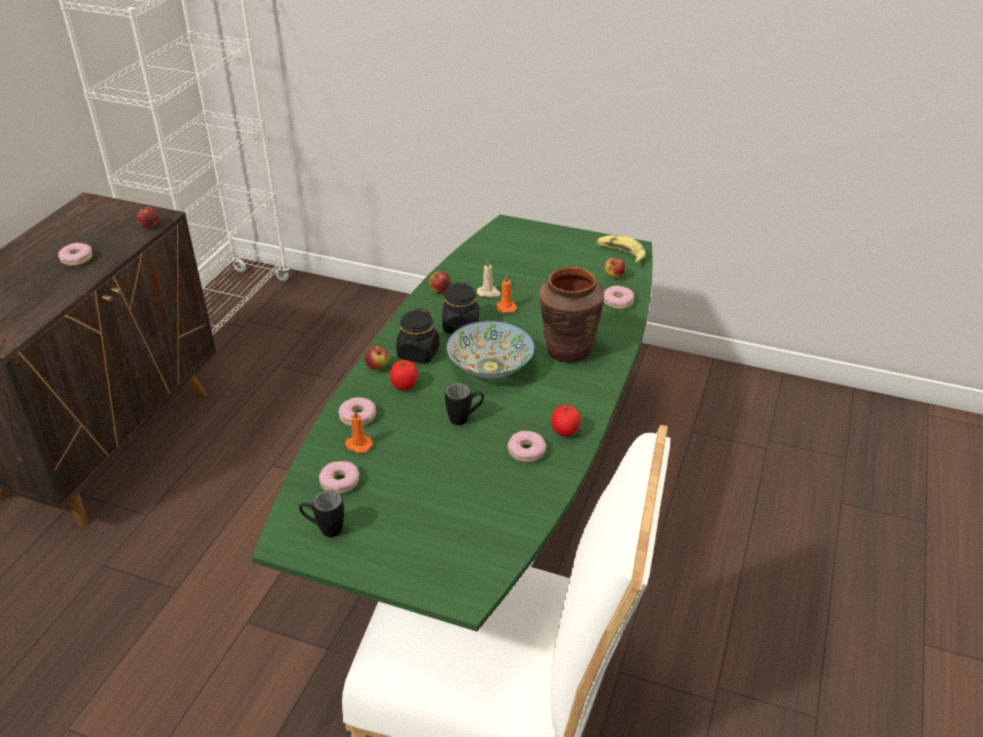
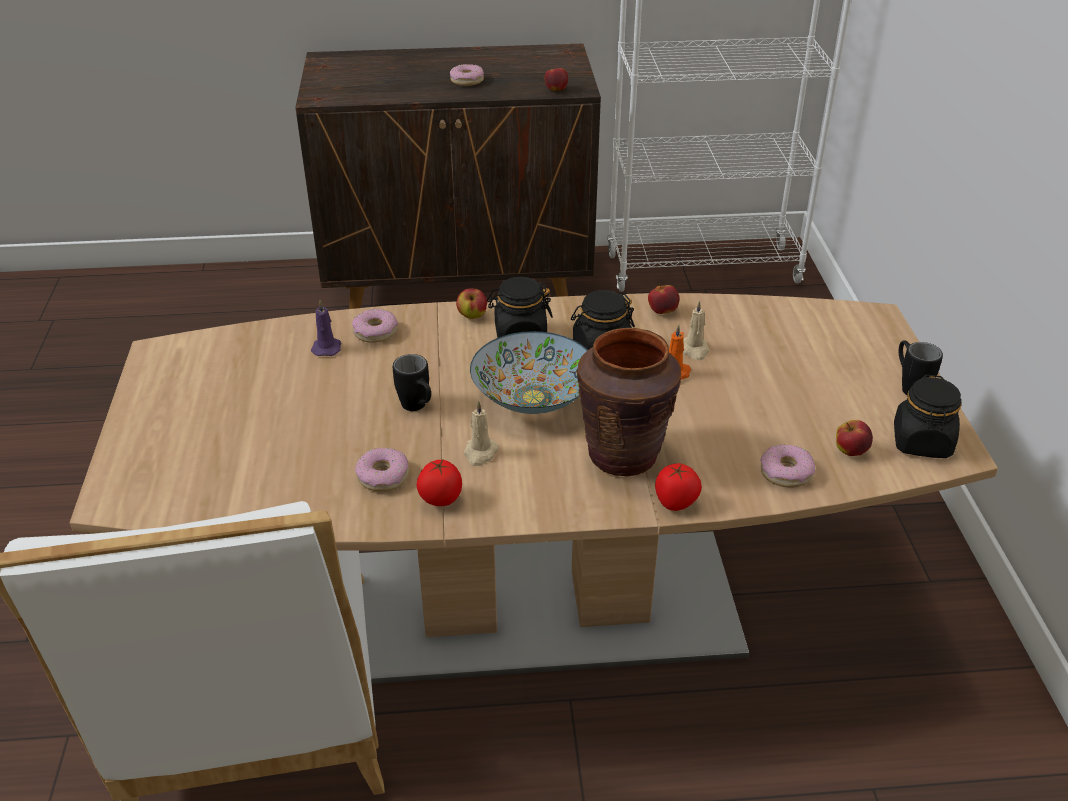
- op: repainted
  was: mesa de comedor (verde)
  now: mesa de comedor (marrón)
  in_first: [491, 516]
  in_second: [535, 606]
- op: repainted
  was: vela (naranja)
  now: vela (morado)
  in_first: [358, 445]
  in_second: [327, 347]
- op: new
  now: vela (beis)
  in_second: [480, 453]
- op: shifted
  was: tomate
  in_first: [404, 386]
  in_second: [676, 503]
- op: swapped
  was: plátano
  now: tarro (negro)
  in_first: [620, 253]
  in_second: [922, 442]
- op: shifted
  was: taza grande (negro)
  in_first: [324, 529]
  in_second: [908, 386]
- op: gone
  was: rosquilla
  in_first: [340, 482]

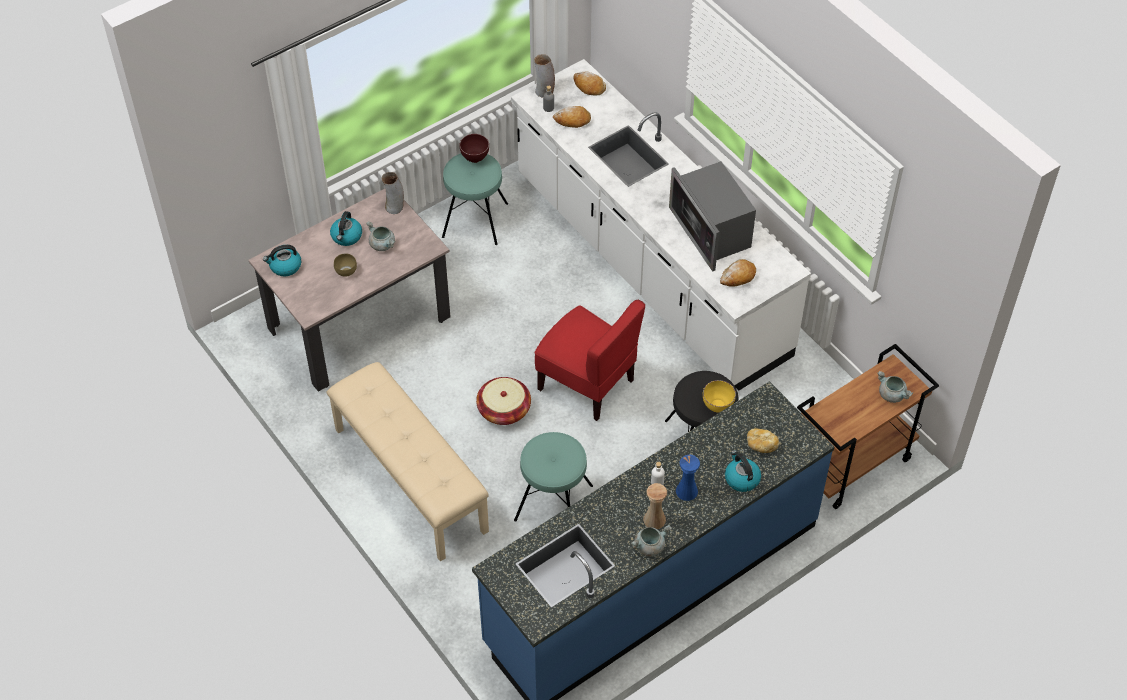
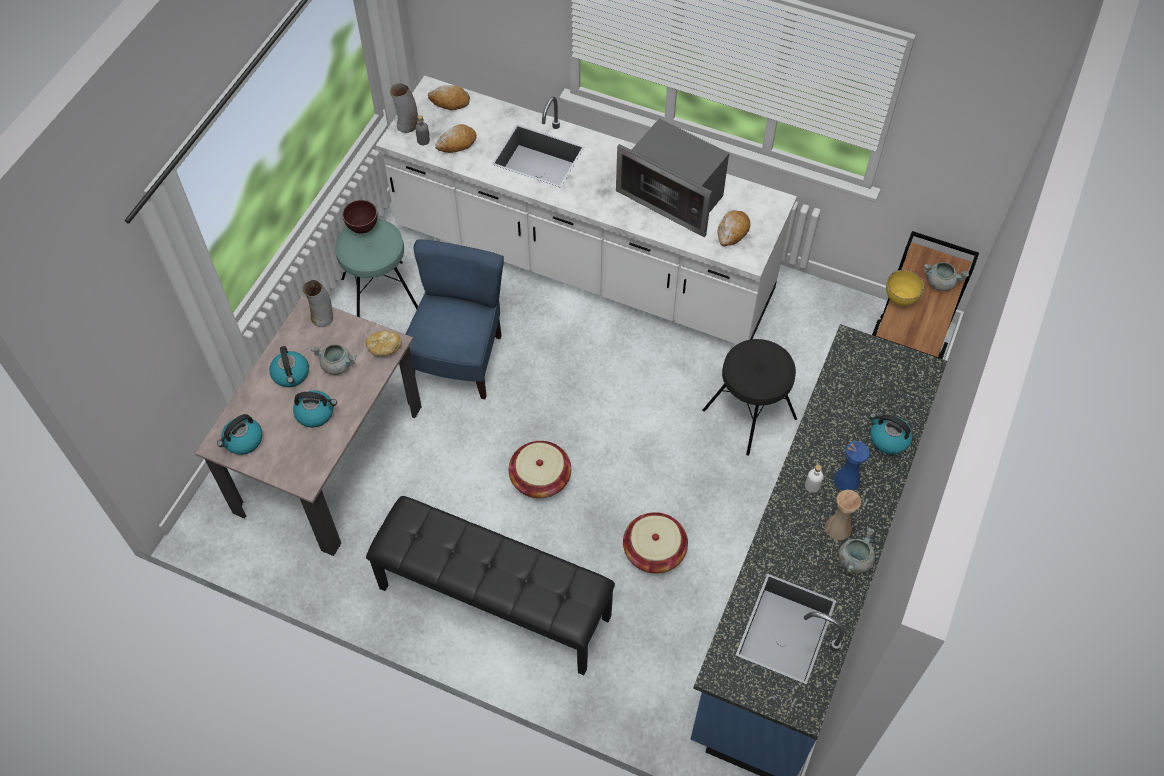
- op: swapped
  was: cuenco (marrón)
  now: hervidor
  in_first: [346, 271]
  in_second: [316, 413]
- op: shifted
  was: pan
  in_first: [761, 445]
  in_second: [384, 348]
- op: repainted
  was: banco (beis)
  now: banco (negro)
  in_first: [409, 480]
  in_second: [493, 603]
- op: new
  now: silla (azul)
  in_second: [458, 360]
- op: swapped
  was: taburete (turquesa)
  now: cesta
  in_first: [553, 503]
  in_second: [654, 551]
- op: shifted
  was: cuenco (amarillo)
  in_first: [718, 407]
  in_second: [900, 300]
- op: gone
  was: silla (rojo)
  in_first: [587, 384]

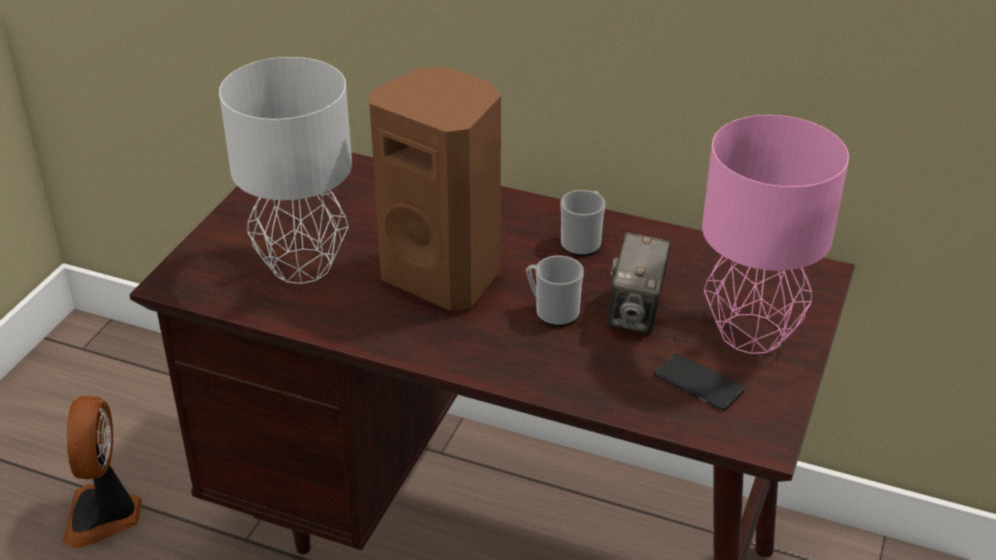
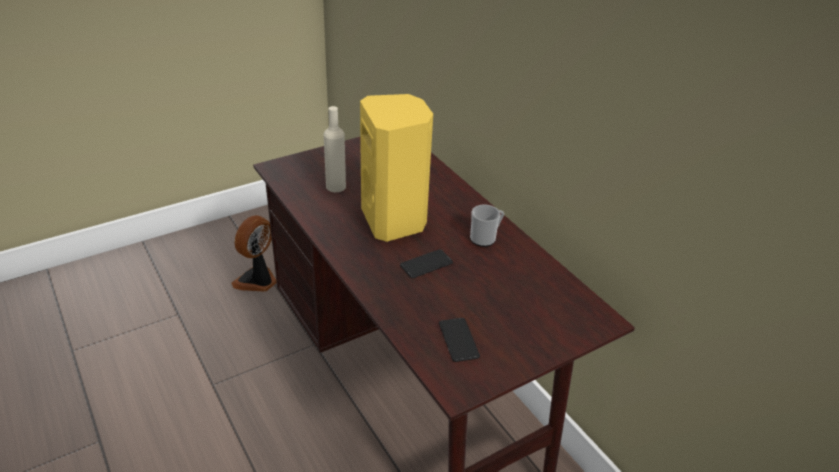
- op: swapped
  was: lámpara de mesa (gris)
  now: botella (beis)
  in_first: [302, 267]
  in_second: [336, 186]
- op: repainted
  was: altavoz (marrón)
  now: altavoz (amarillo)
  in_first: [444, 275]
  in_second: [395, 221]
- op: swapped
  was: taza grande
  now: móvil
  in_first: [552, 312]
  in_second: [426, 264]
- op: gone
  was: cámara
  in_first: [635, 313]
- op: gone
  was: lámpara de mesa (rosa)
  in_first: [753, 333]

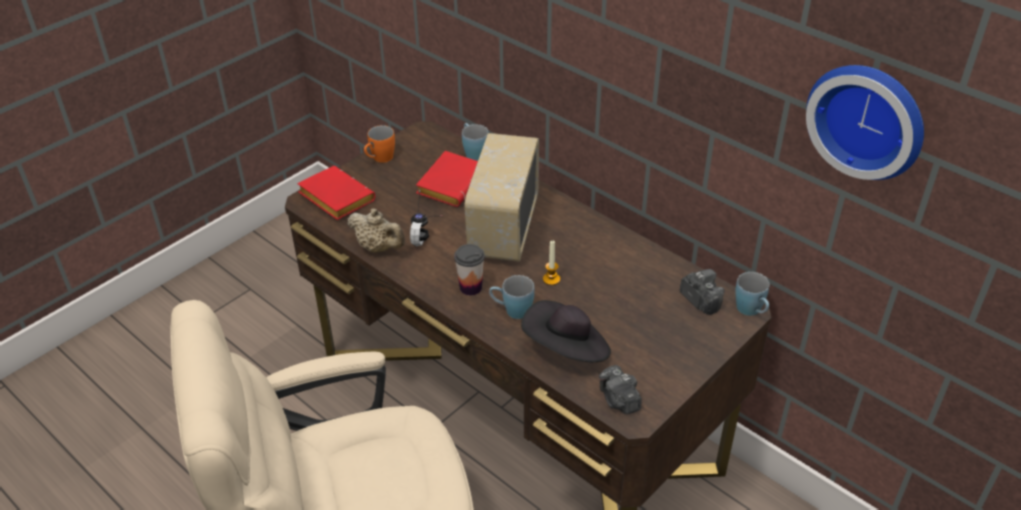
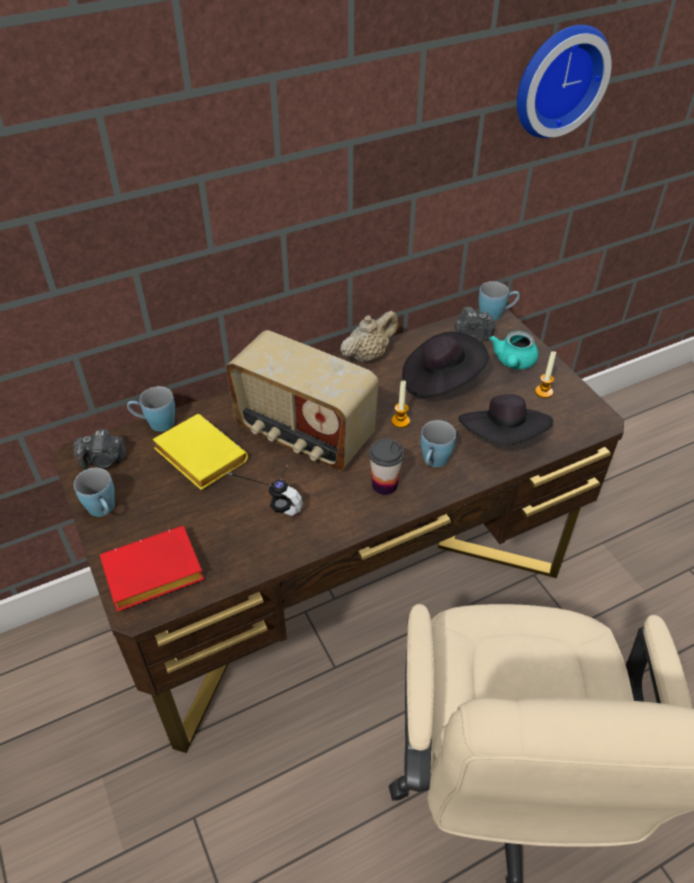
- op: shifted
  was: cámara
  in_first: [618, 400]
  in_second: [103, 460]
- op: repainted
  was: taza grande (naranja)
  now: taza grande (azul)
  in_first: [379, 159]
  in_second: [104, 511]
- op: repainted
  was: libro (rojo)
  now: libro (amarillo)
  in_first: [450, 183]
  in_second: [197, 456]
- op: shifted
  was: tetera (beis)
  in_first: [379, 247]
  in_second: [368, 355]
- op: new
  now: sombrero (negro)
  in_second: [440, 380]
- op: new
  now: tetera (turquesa)
  in_second: [513, 362]
- op: new
  now: vela
  in_second: [543, 392]

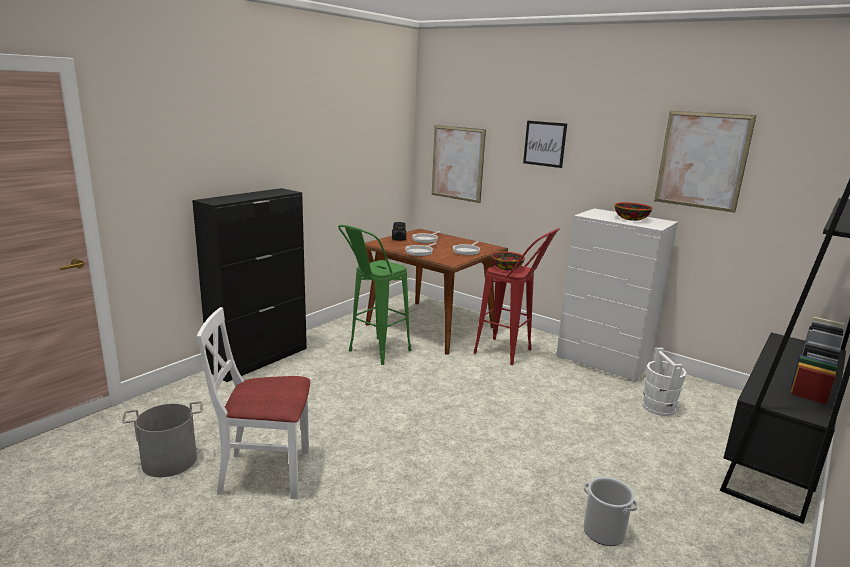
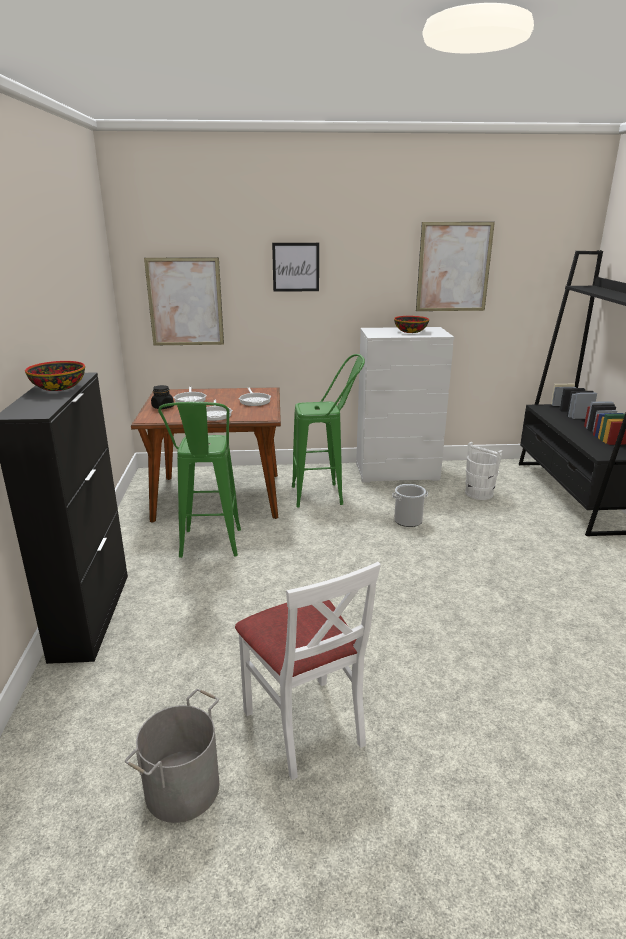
- op: shifted
  was: cuenco
  in_first: [506, 268]
  in_second: [58, 387]
- op: rotated
  was: silla (blanco)
  in_first: [265, 473]
  in_second: [305, 725]
  clockwise: -75
- op: repainted
  was: taburete (rojo)
  now: taburete (verde)
  in_first: [511, 354]
  in_second: [326, 495]
- op: shifted
  was: cubo
  in_first: [604, 531]
  in_second: [408, 520]

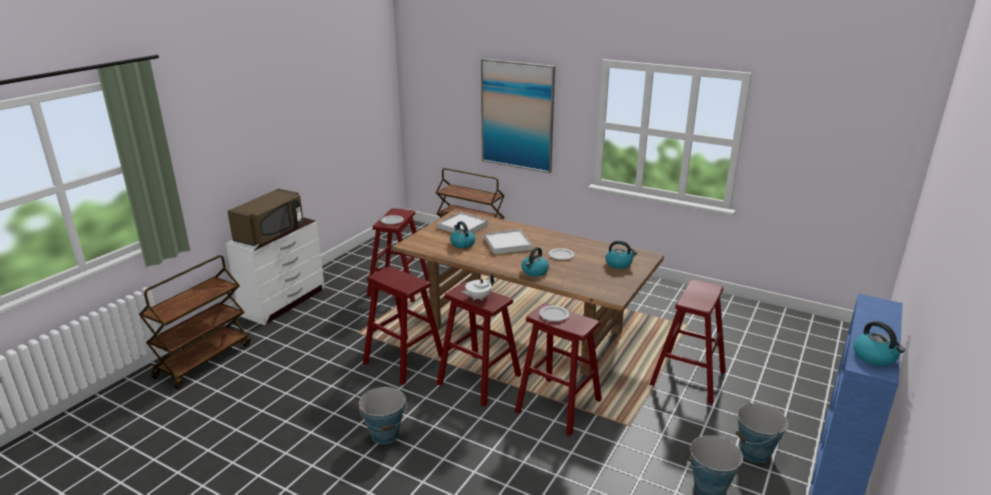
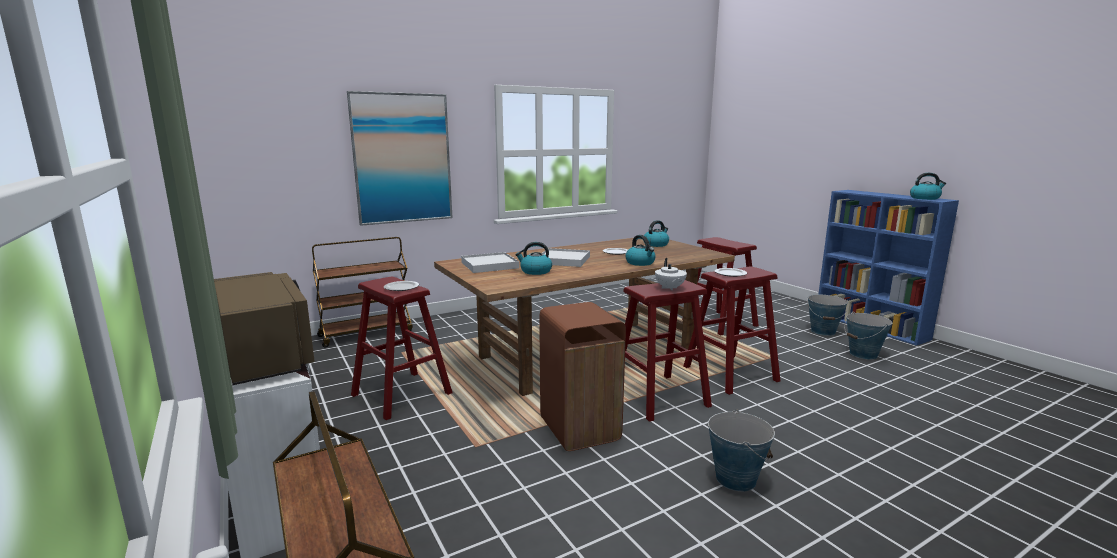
- op: swapped
  was: taburete (rojo)
  now: papelera (marrón)
  in_first: [404, 360]
  in_second: [579, 429]

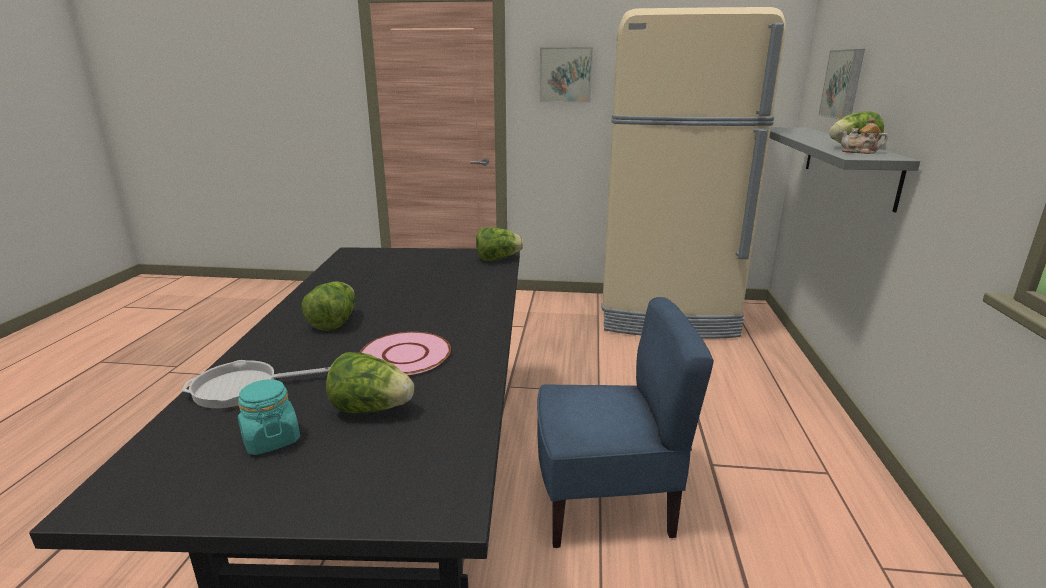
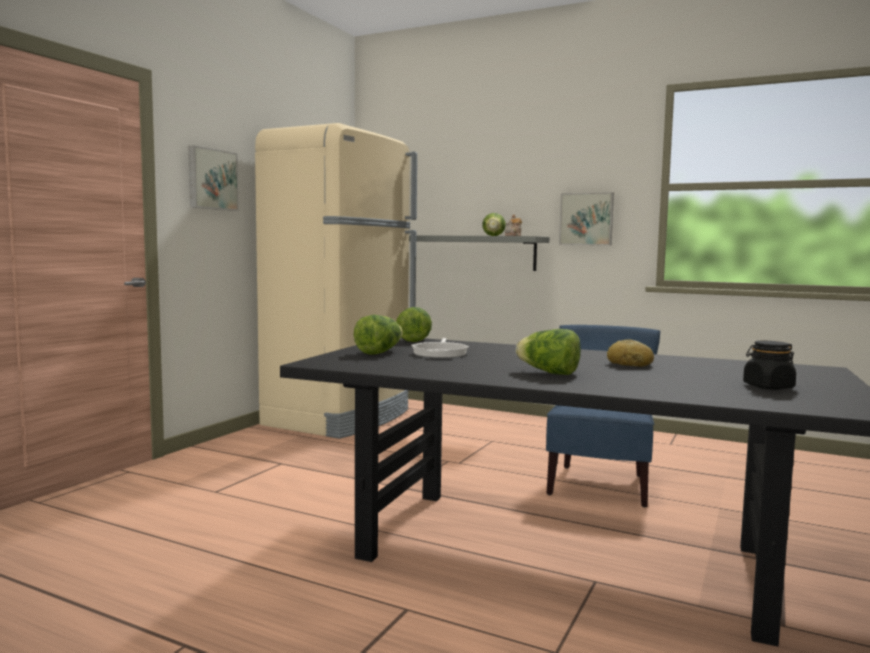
- op: shifted
  was: lechuga
  in_first: [371, 409]
  in_second: [379, 352]
- op: shifted
  was: sartén
  in_first: [242, 388]
  in_second: [440, 353]
- op: shifted
  was: cuadro
  in_first: [844, 84]
  in_second: [586, 219]
- op: swapped
  was: plato (rosa)
  now: pan
  in_first: [406, 355]
  in_second: [630, 364]
- op: repainted
  was: tarro (turquesa)
  now: tarro (negro)
  in_first: [271, 439]
  in_second: [768, 387]

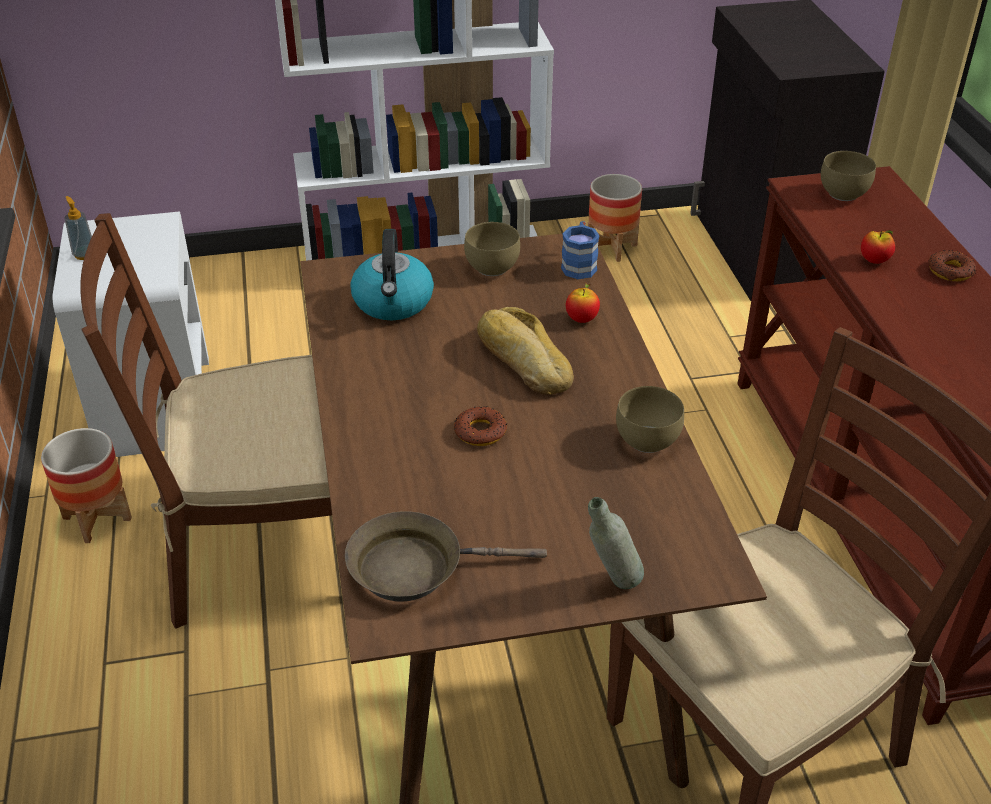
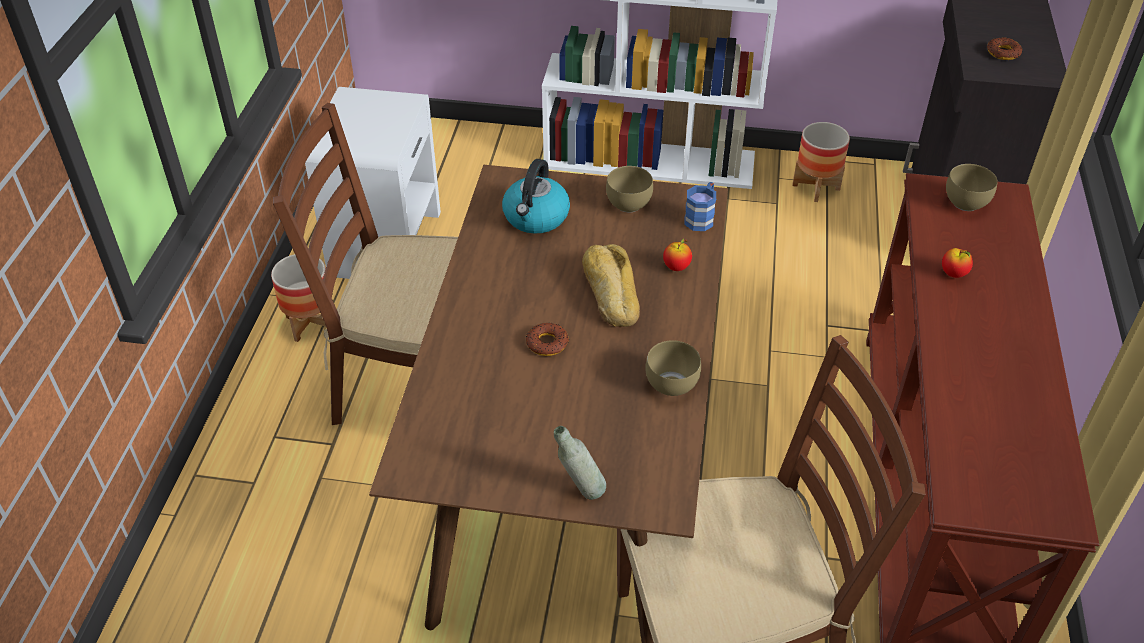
- op: shifted
  was: rosquilla
  in_first: [950, 271]
  in_second: [1003, 53]
- op: gone
  was: dispensador de jabón
  in_first: [84, 254]
- op: gone
  was: sartén (marrón)
  in_first: [415, 567]

